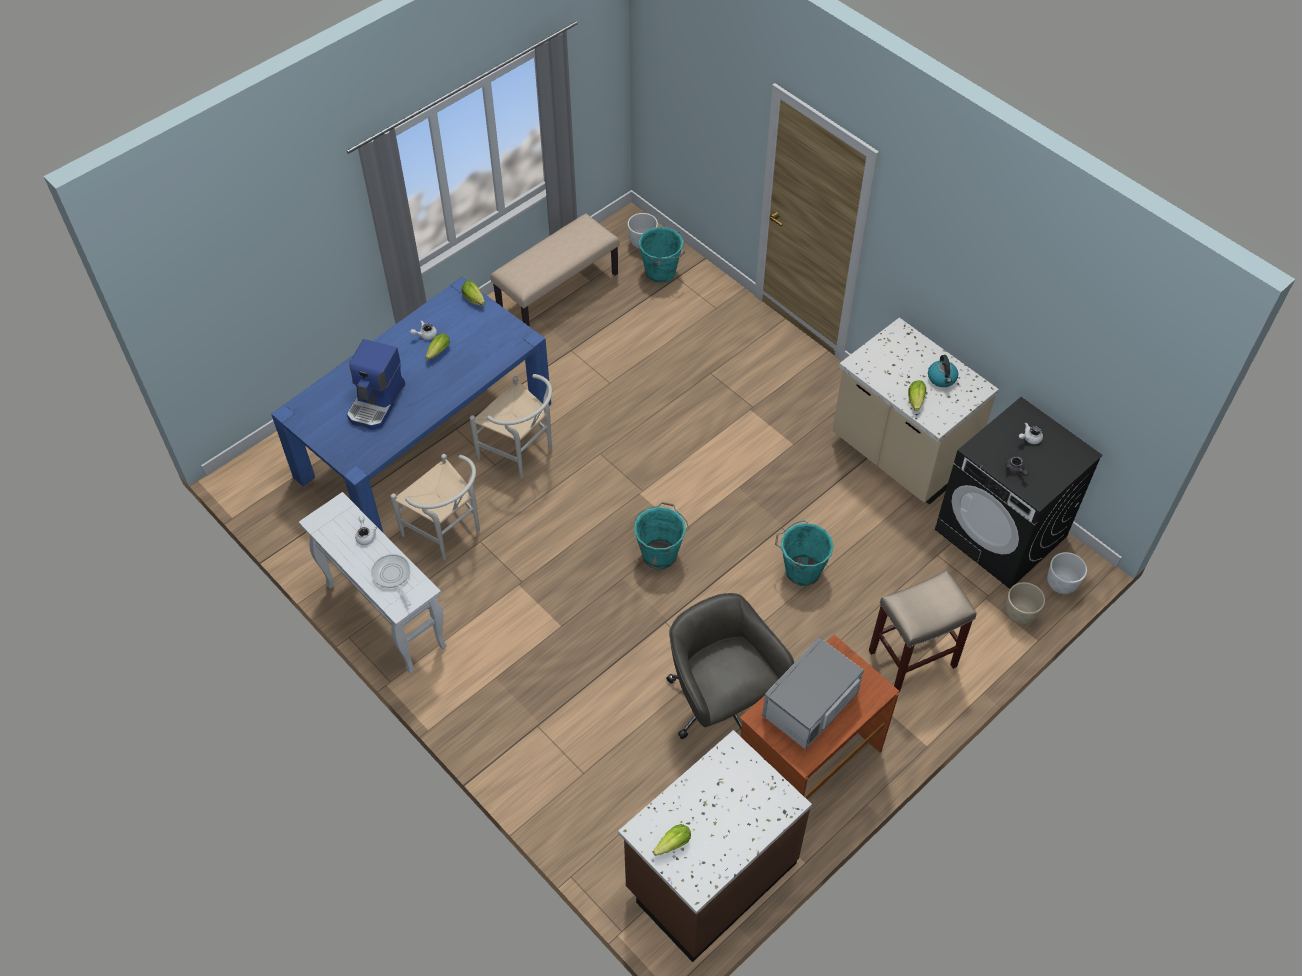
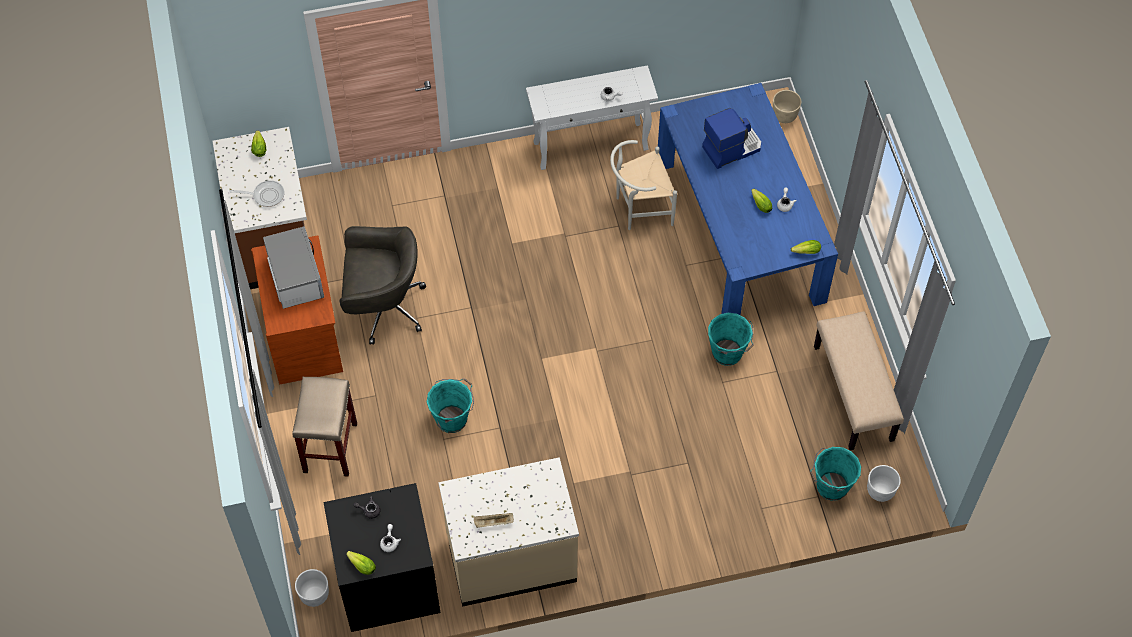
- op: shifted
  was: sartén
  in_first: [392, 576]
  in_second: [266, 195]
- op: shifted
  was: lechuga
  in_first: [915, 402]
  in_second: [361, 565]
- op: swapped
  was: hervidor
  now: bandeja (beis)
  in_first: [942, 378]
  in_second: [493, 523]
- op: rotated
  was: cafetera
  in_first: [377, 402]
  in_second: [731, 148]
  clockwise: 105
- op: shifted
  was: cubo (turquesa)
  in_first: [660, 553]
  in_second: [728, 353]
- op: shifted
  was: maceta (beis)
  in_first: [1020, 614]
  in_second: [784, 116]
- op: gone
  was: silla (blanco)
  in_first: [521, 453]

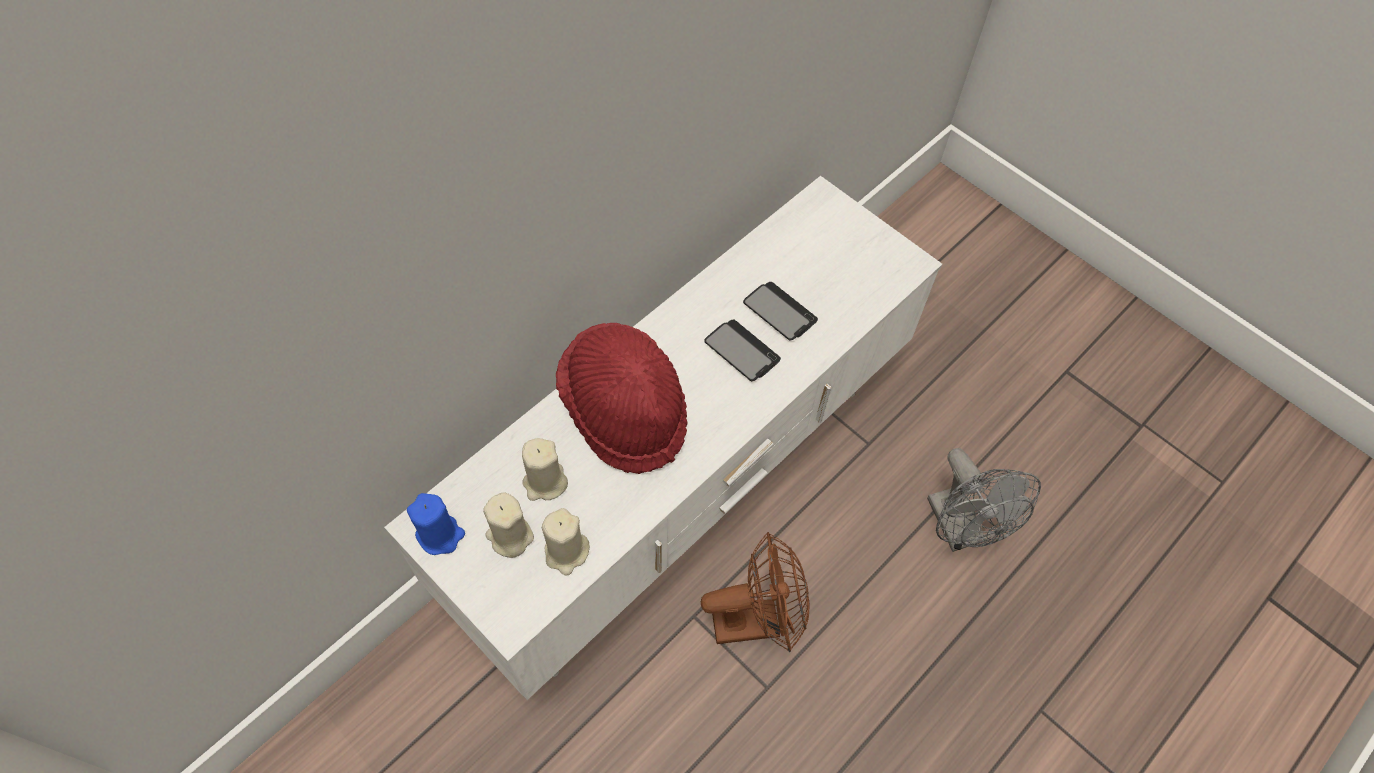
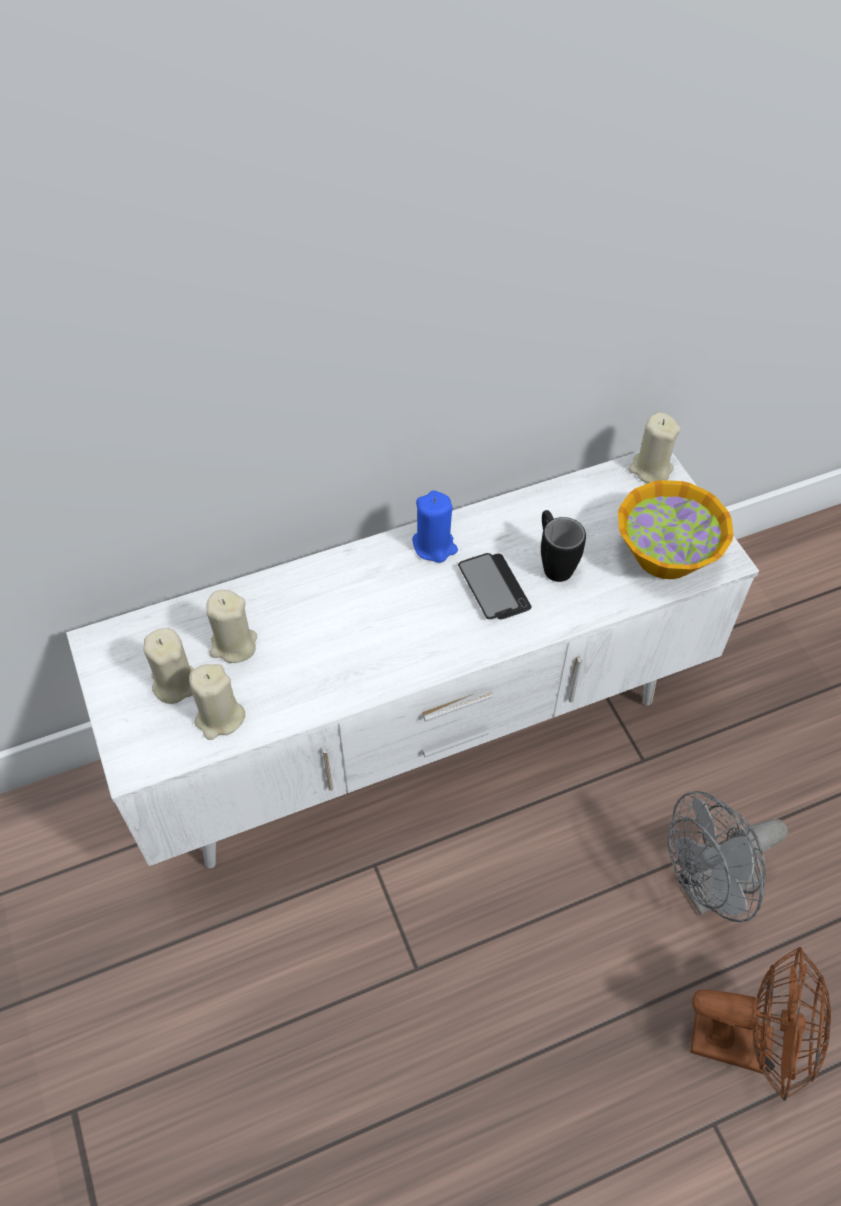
- op: shifted
  was: vela (azul)
  in_first: [440, 535]
  in_second: [434, 546]
- op: swapped
  was: móvil
  now: taza grande (negro)
  in_first: [780, 312]
  in_second: [553, 562]
- op: new
  now: cuenco
  in_second: [665, 554]
- op: new
  now: vela (beis)
  in_second: [650, 469]
- op: rotated
  was: ventilador (gris)
  in_first: [960, 530]
  in_second: [707, 889]
  clockwise: 60
- op: shifted
  was: ventilador (marrón)
  in_first: [756, 620]
  in_second: [745, 1044]
- op: gone
  was: sombrero (rojo)
  in_first: [625, 411]

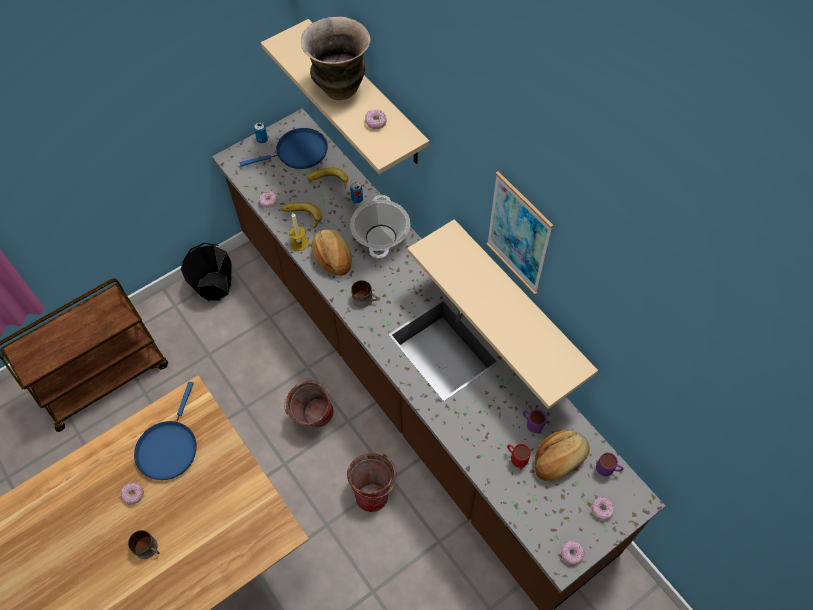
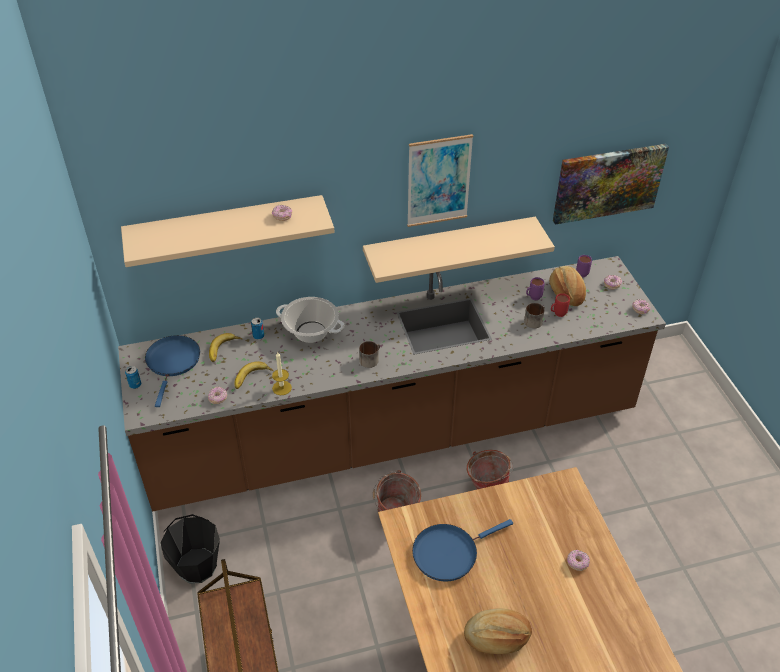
- op: rotated
  was: sartén (azul)
  in_first: [168, 447]
  in_second: [448, 553]
  clockwise: 120
- op: shifted
  was: pan
  in_first: [333, 257]
  in_second: [497, 638]
- op: shifted
  was: taza grande
  in_first: [149, 548]
  in_second: [534, 320]
- op: new
  now: cuadro
  in_second: [608, 182]
- op: shifted
  was: rosquilla
  in_first: [133, 495]
  in_second: [577, 563]
- op: gone
  was: florero
  in_first: [340, 88]

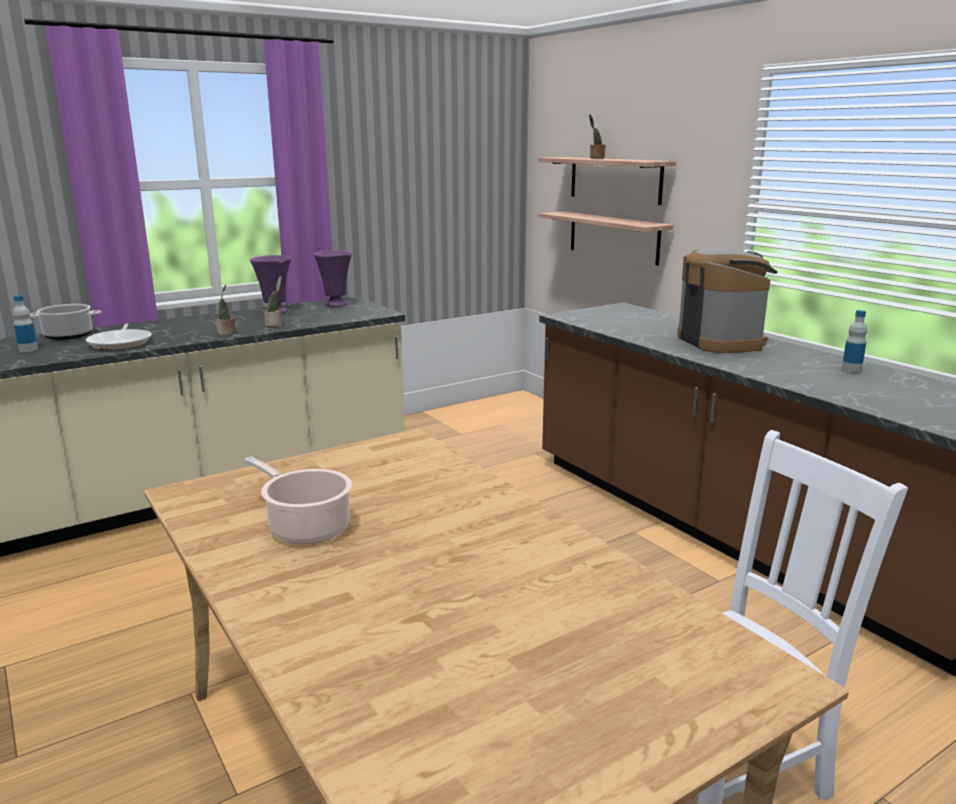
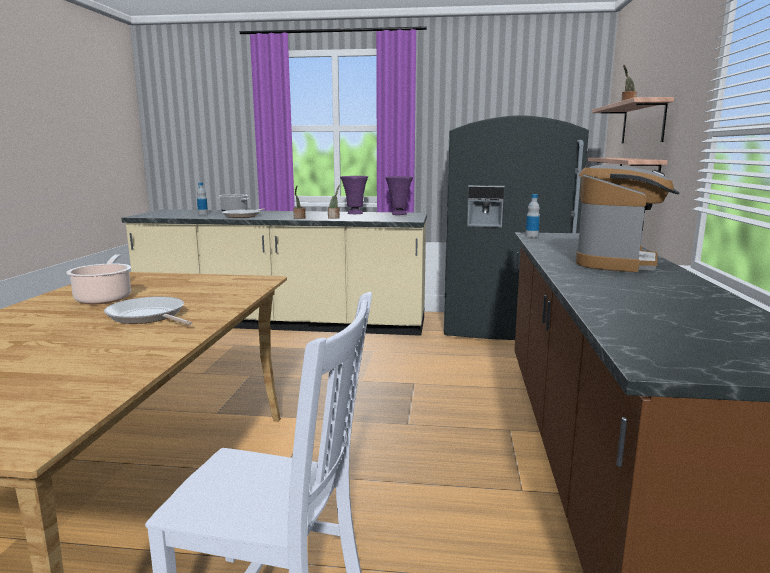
- op: new
  now: sartén
  in_second: [148, 316]
- op: new
  now: nevera (gris)
  in_second: [503, 327]
- op: shifted
  was: botella
  in_first: [851, 370]
  in_second: [531, 236]

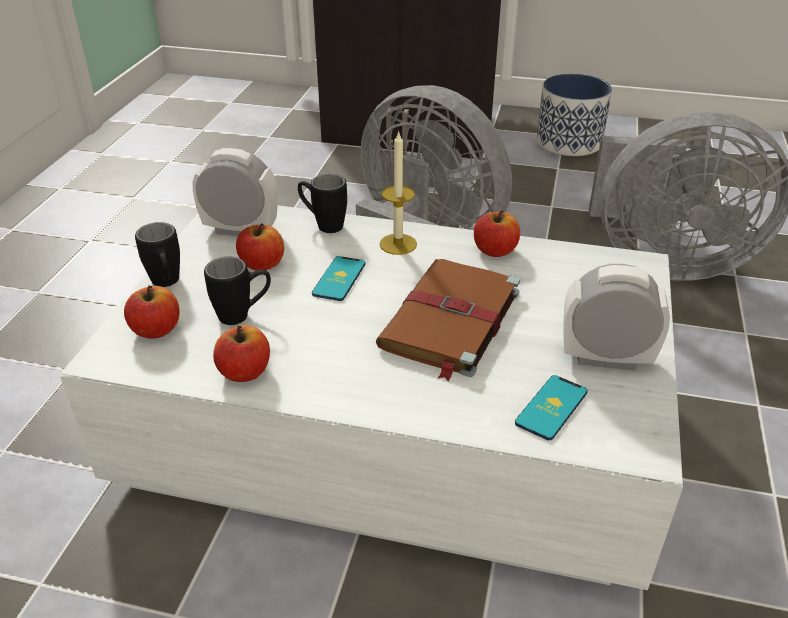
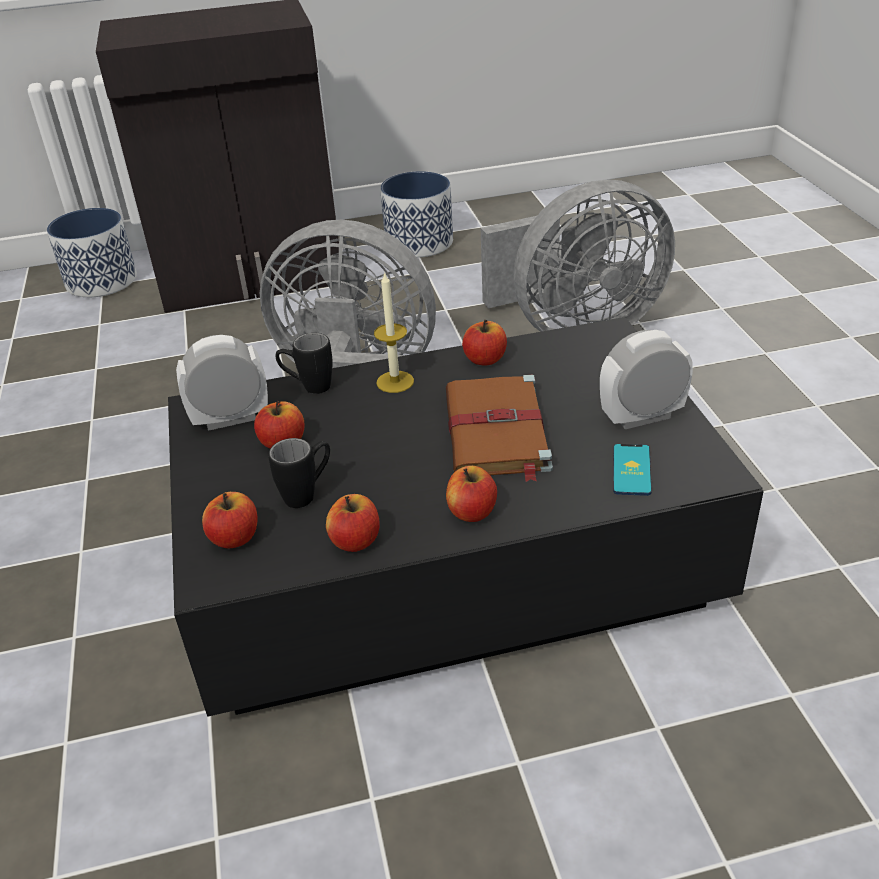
- op: new
  now: maceta
  in_second: [102, 281]
- op: repainted
  was: mesa de centro (blanco)
  now: mesa de centro (negro)
  in_first: [391, 428]
  in_second: [445, 560]
- op: new
  now: manzana
  in_second: [472, 512]
- op: gone
  was: taza grande (negro)
  in_first: [167, 284]
- op: gone
  was: móvil
  in_first: [339, 279]

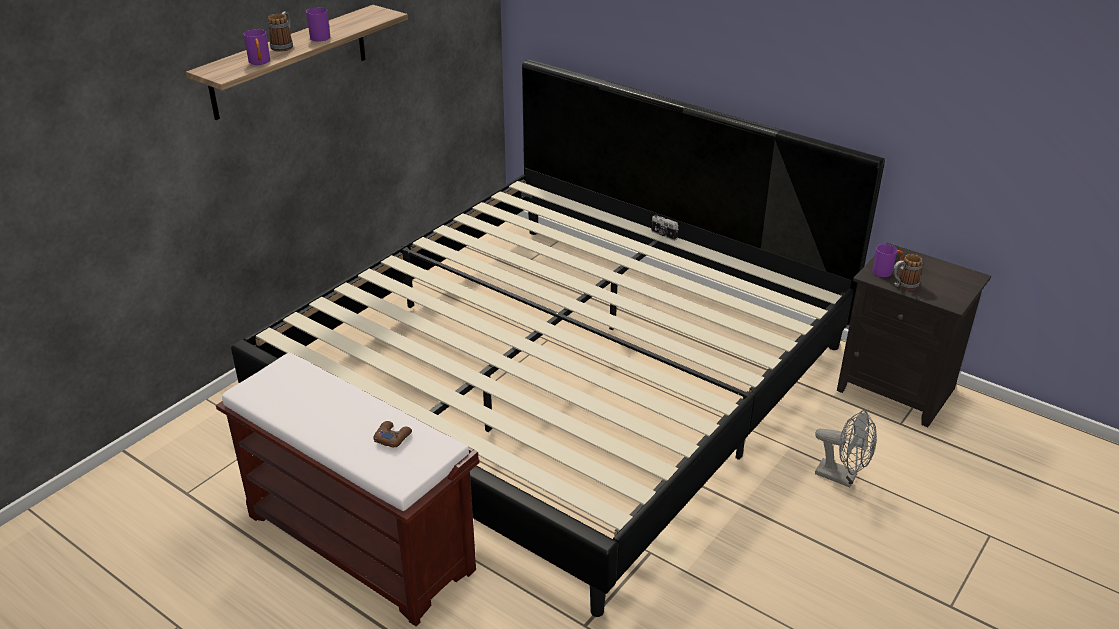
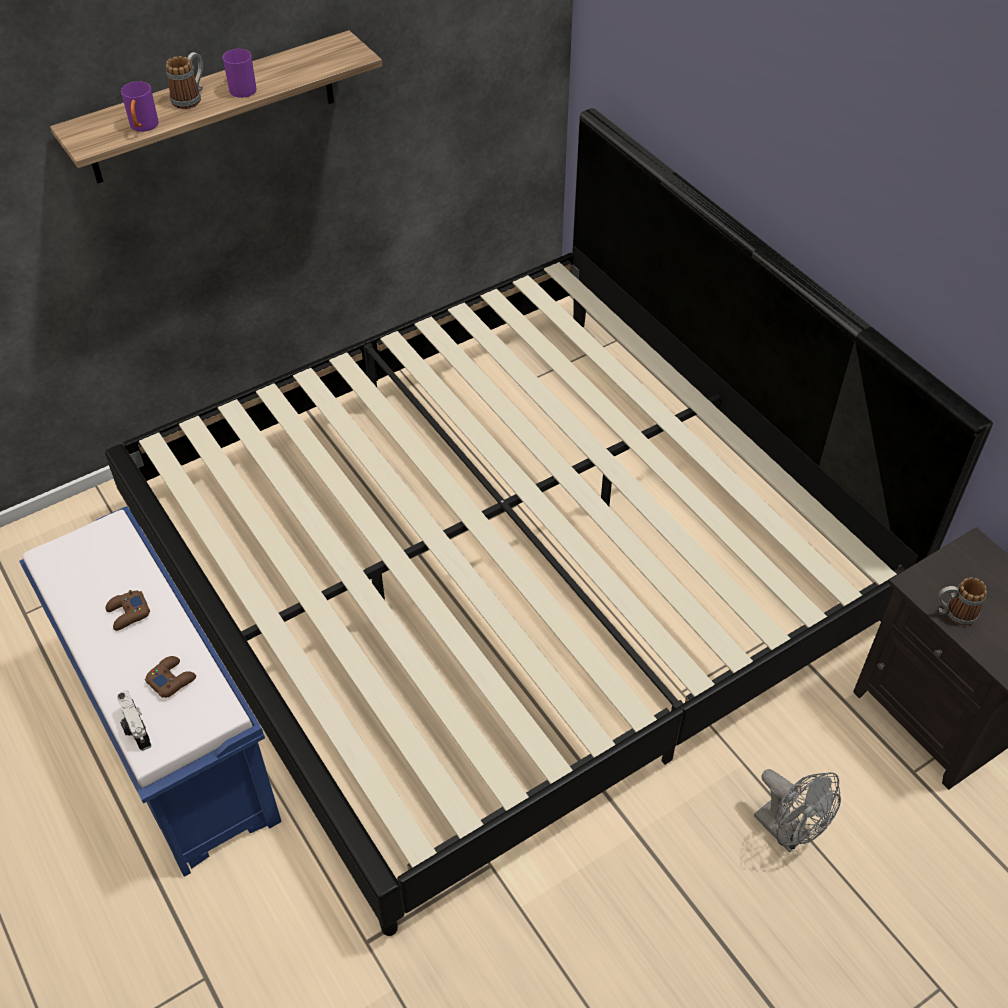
- op: repainted
  was: banco (marrón)
  now: banco (azul)
  in_first: [362, 542]
  in_second: [176, 741]
- op: new
  now: mando de consola (marrón)
  in_second: [128, 613]
- op: shifted
  was: cámara
  in_first: [663, 235]
  in_second: [135, 729]
- op: gone
  was: taza grande (morado)
  in_first: [886, 272]

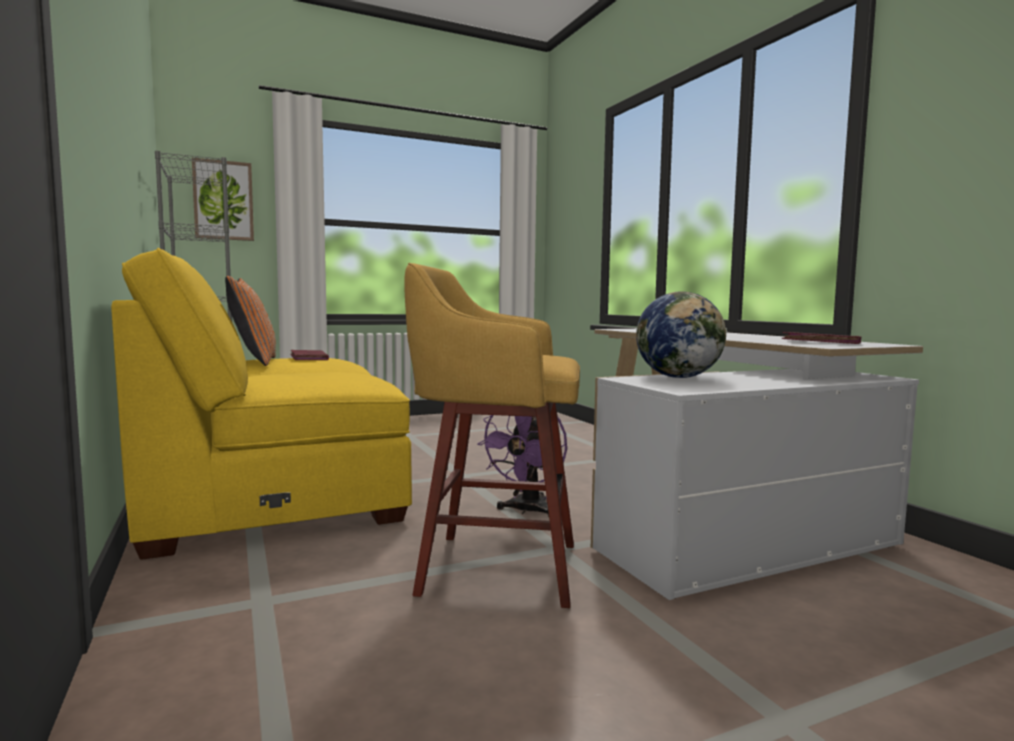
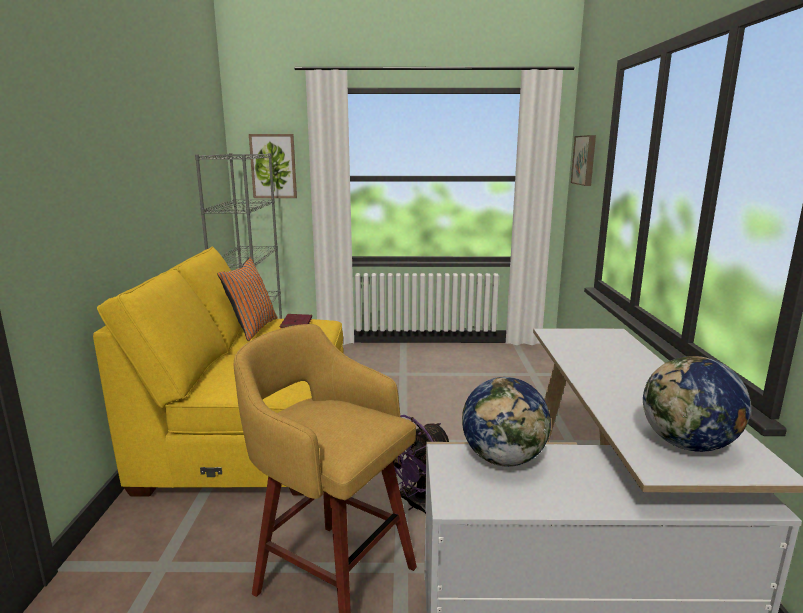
- op: new
  now: cuadro
  in_second: [585, 160]
- op: swapped
  was: libro (rojo)
  now: globo terráqueo
  in_first: [821, 342]
  in_second: [687, 445]

